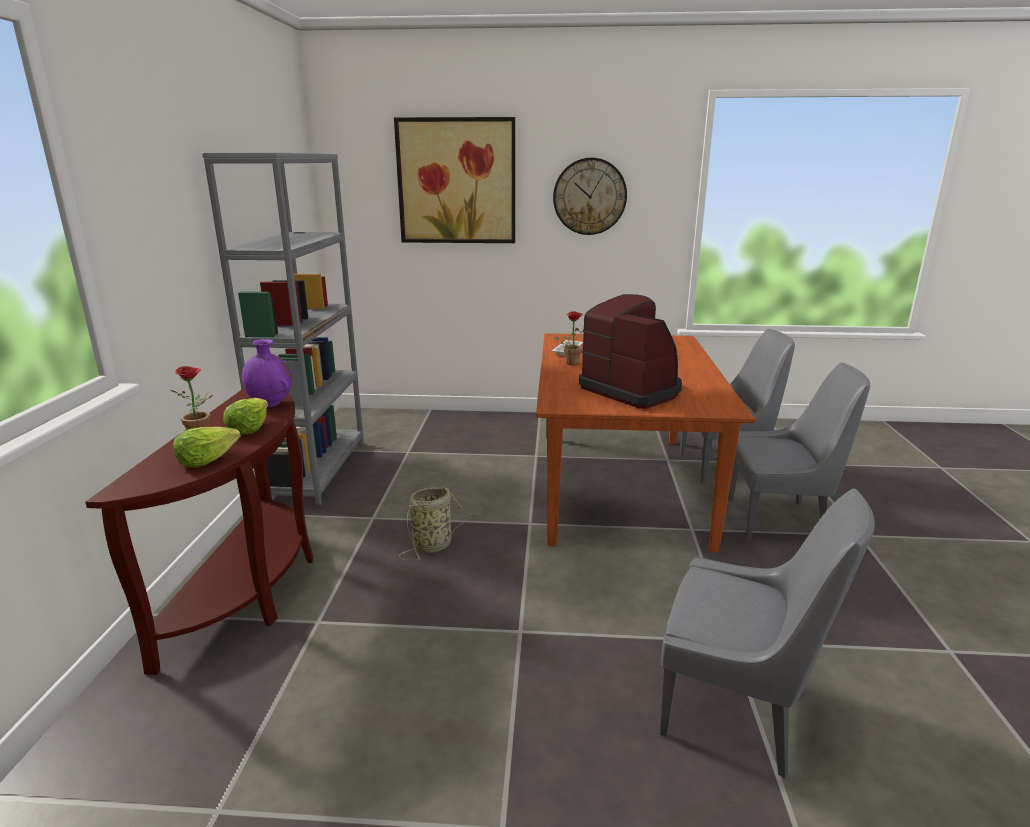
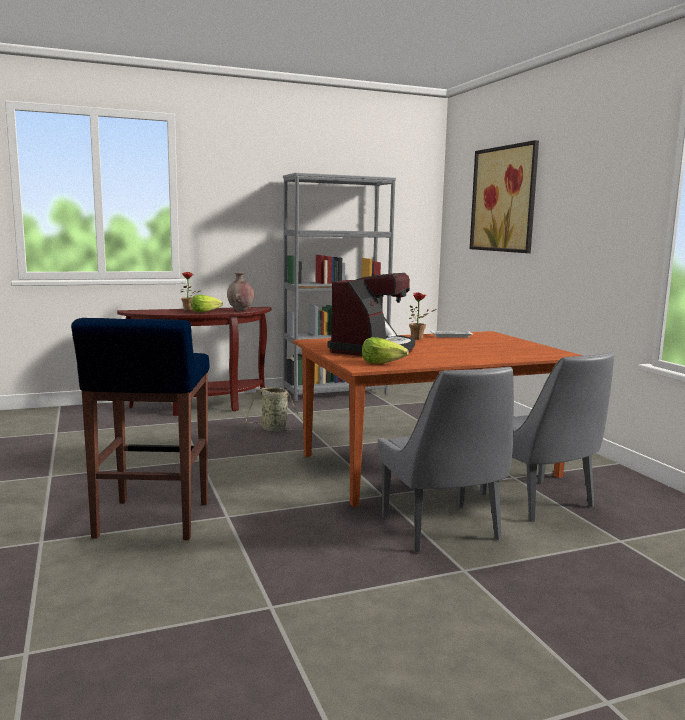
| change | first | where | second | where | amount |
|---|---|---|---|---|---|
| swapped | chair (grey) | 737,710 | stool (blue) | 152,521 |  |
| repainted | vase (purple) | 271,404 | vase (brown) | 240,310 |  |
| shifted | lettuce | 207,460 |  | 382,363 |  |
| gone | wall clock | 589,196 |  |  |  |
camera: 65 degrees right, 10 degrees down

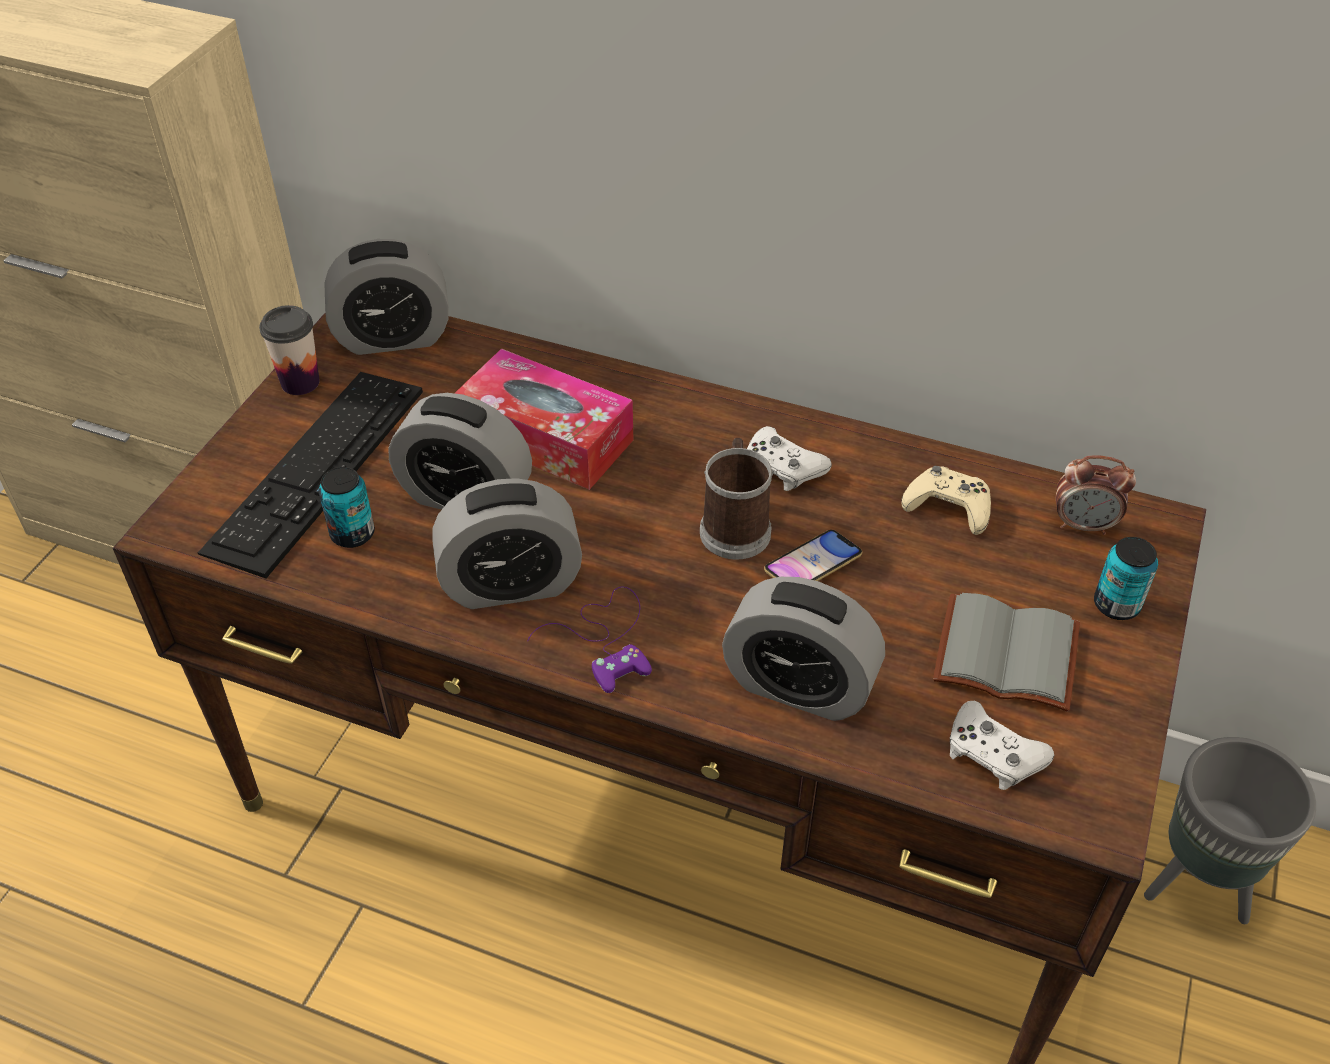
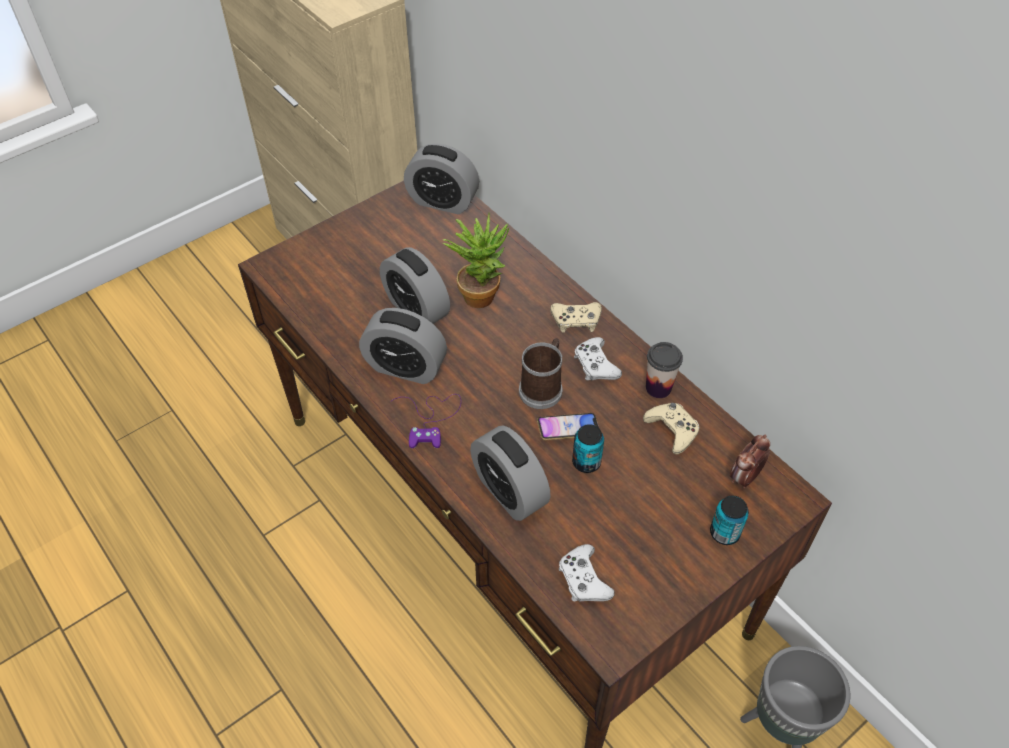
| change | first | where | second | where | amount |
|---|---|---|---|---|---|
| swapped | tissue box | 546,437 | potted plant | 481,292 |  |
| new |  |  | game controller (beige) | 576,320 |  |
| shifted | can | 352,534 |  | 586,462 |  |
| shifted | cup | 300,382 |  | 658,388 |  |
| rotated | alarm clock | 1083,525 |  | 744,477 | 90 degrees clockwise |
| gone | keyboard | 316,468 |  |  |  |
| gone | book (grey) | 1003,657 |  |  |  |
camera: 30 degrees right, 5 degrees up

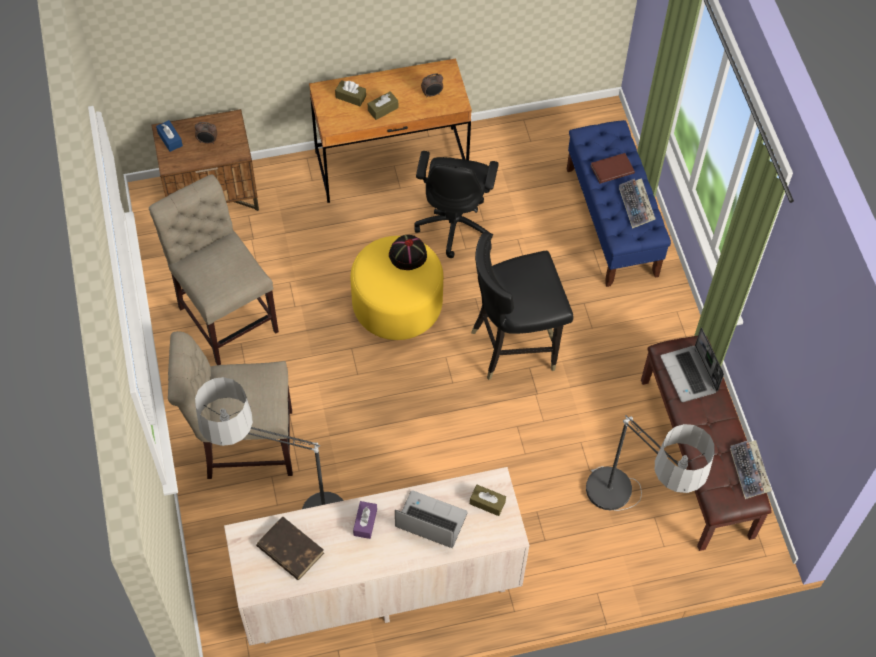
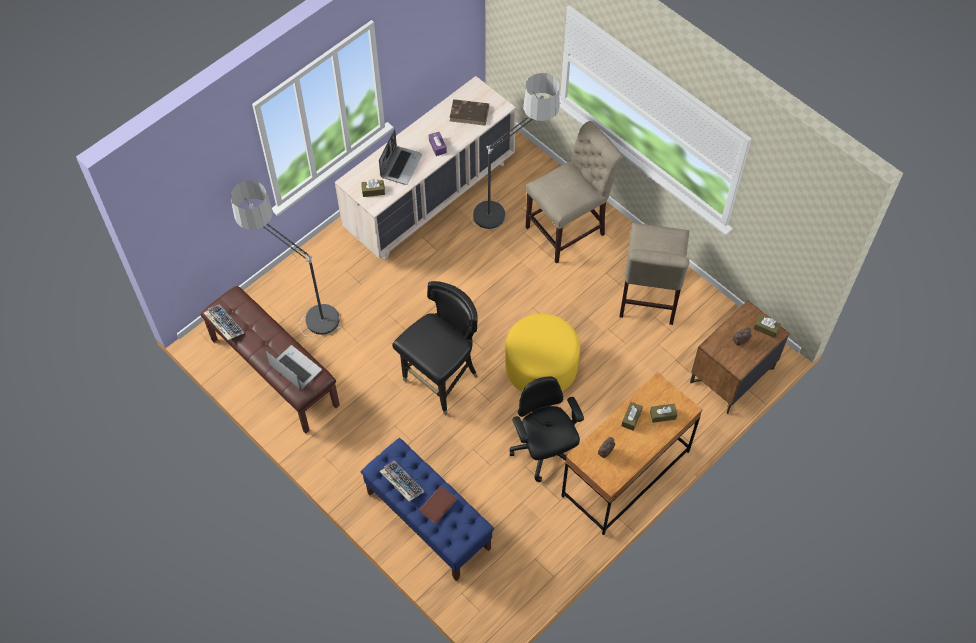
| change | first | where | second | where | amount |
|---|---|---|---|---|---|
| rotated | laptop | 430,521 |  | 401,165 | 60 degrees counterclockwise |
| rotated | chair (beige) | 225,314 |  | 648,298 | 75 degrees clockwise |
| repainted | tissue box (blue) | 170,139 | tissue box (brown) | 766,329 |  |
| gone | hat (black) | 407,255 |  |  |  |
camera: 150 degrees right, 0 degrees up

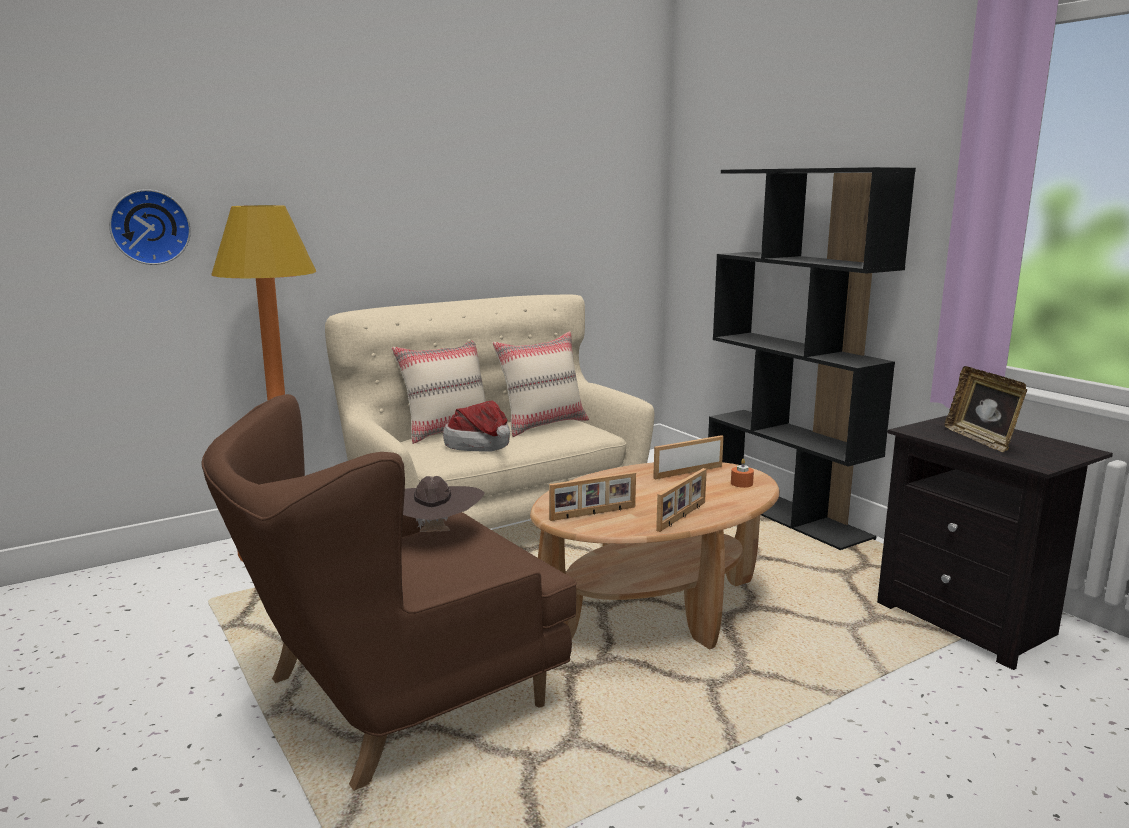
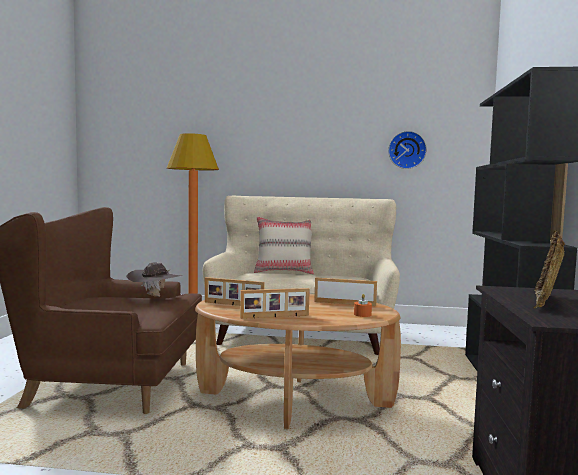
| change | first | where | second | where | amount |
|---|---|---|---|---|---|
| shifted | wall clock | 149,227 |  | 407,150 |  |
| gone | hat | 480,445 |  |  |  |
| gone | pillow (beige) | 543,425 |  |  |  |
camera: 40 degrees right, 10 degrees down

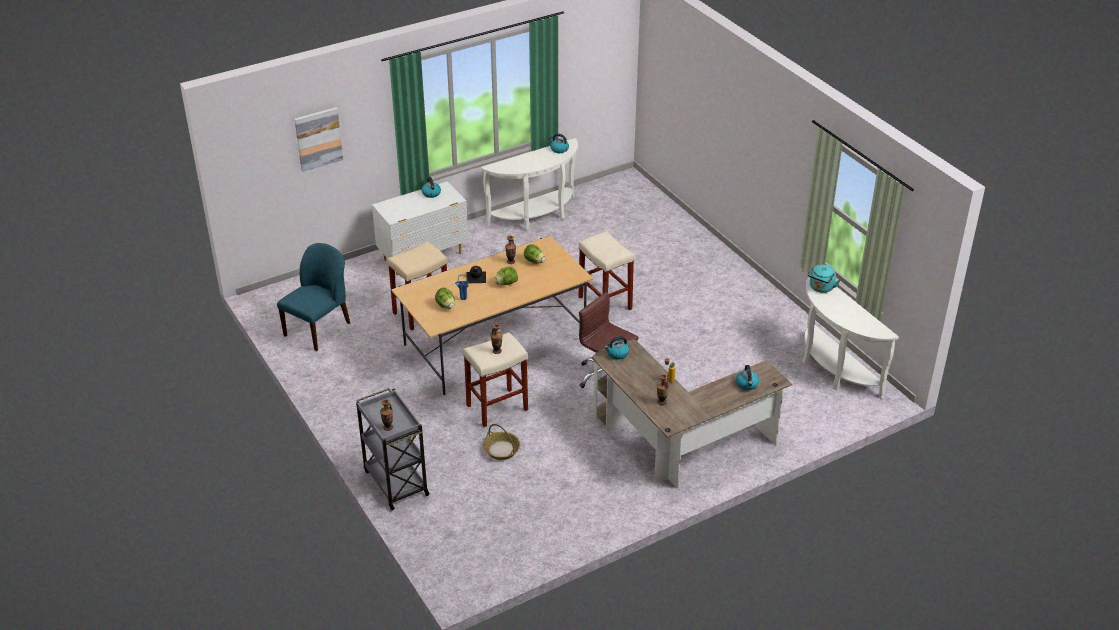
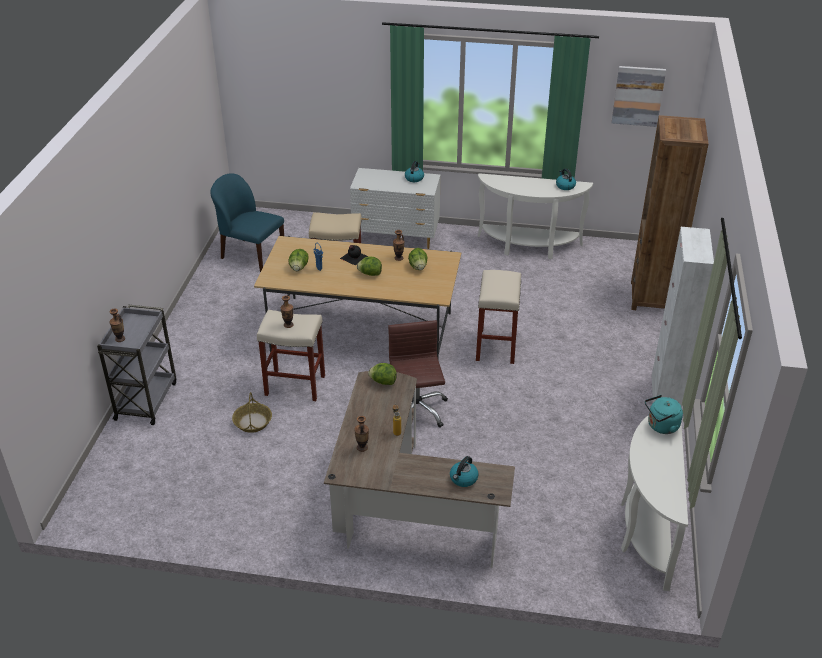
| change | first | where | second | where | amount |
|---|---|---|---|---|---|
| rotated | chair (blue) | 318,329 |  | 251,255 | 135 degrees counterclockwise |
| swapped | kettle | 617,354 | lettuce | 383,382 |  |
| shifted | picture | 318,138 |  | 638,96 |  |
| new |  |  | bookcase (brown) | 652,297 |  |
| new |  |  | cabinet (white) | 665,395 |  |
camera: 40 degrees right, 0 degrees up

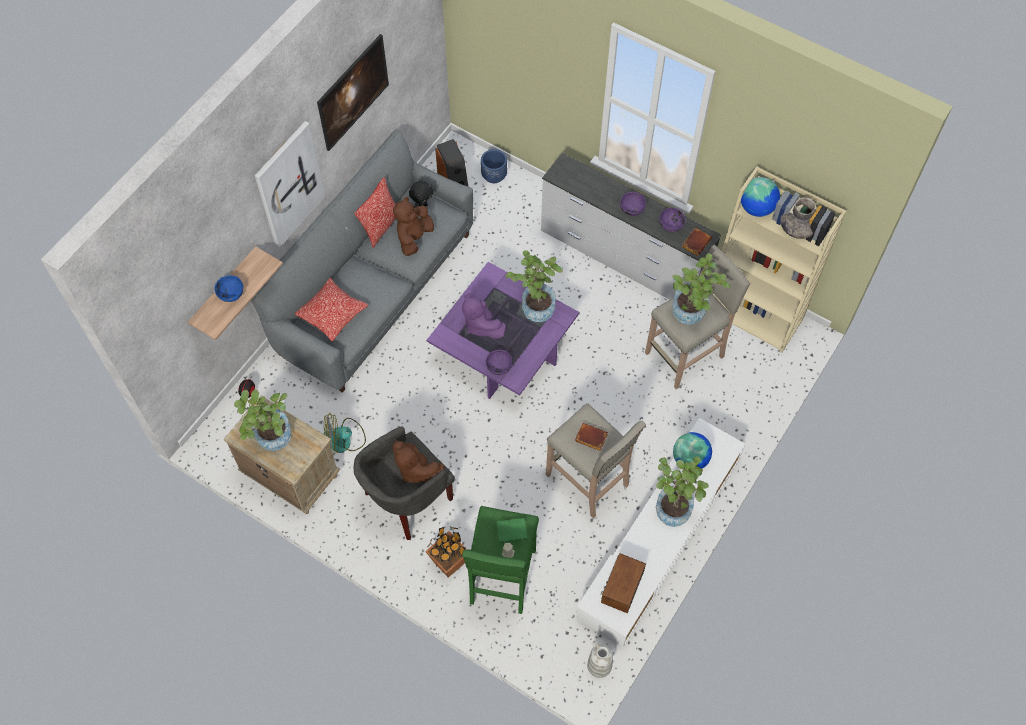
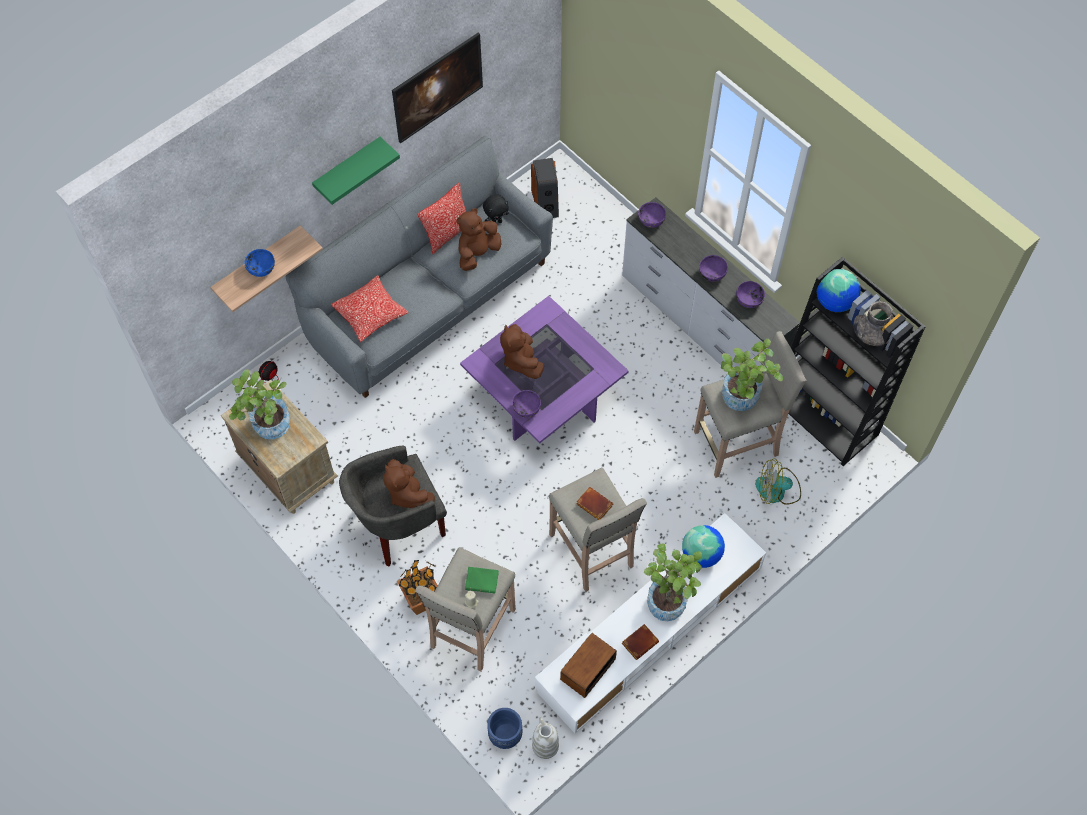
| change | first | where | second | where | amount |
|---|---|---|---|---|---|
| swapped | picture | 289,184 | shelf (green) | 348,169 |  |
| repainted | stool (green) | 501,578 | stool (beige) | 471,629 |  |
| shifted | planter (blue) | 494,176 |  | 505,734 |  |
| repainted | plush toy (purple) | 481,325 | plush toy (brown) | 521,360 |  |
| shifted | book (brown) | 695,242 |  | 640,641 |  |
| new |  |  | bowl (purple) | 651,219 |  |
| shifted | fan | 344,440 |  | 777,490 |  |
| repainted | bookcase (beige) | 754,314 | bookcase (black) | 826,418 |  |
| gone | potted plant | 535,305 |  |  |  |
camera: 15 degrees right, 0 degrees up

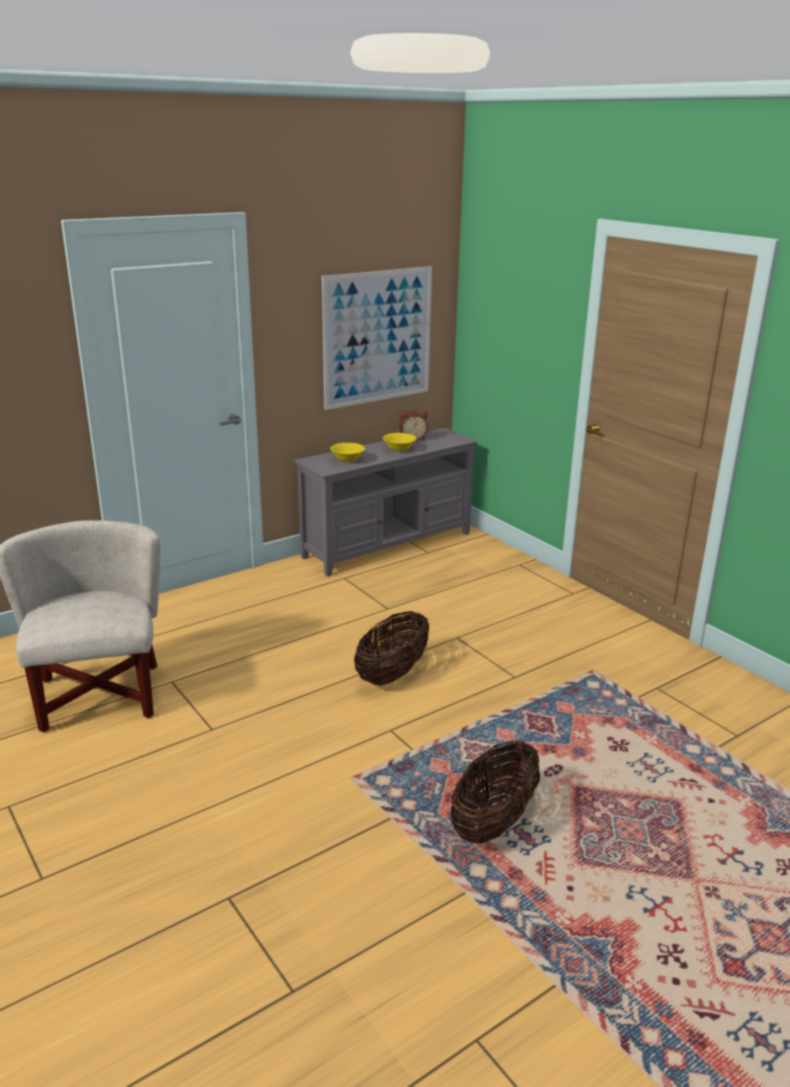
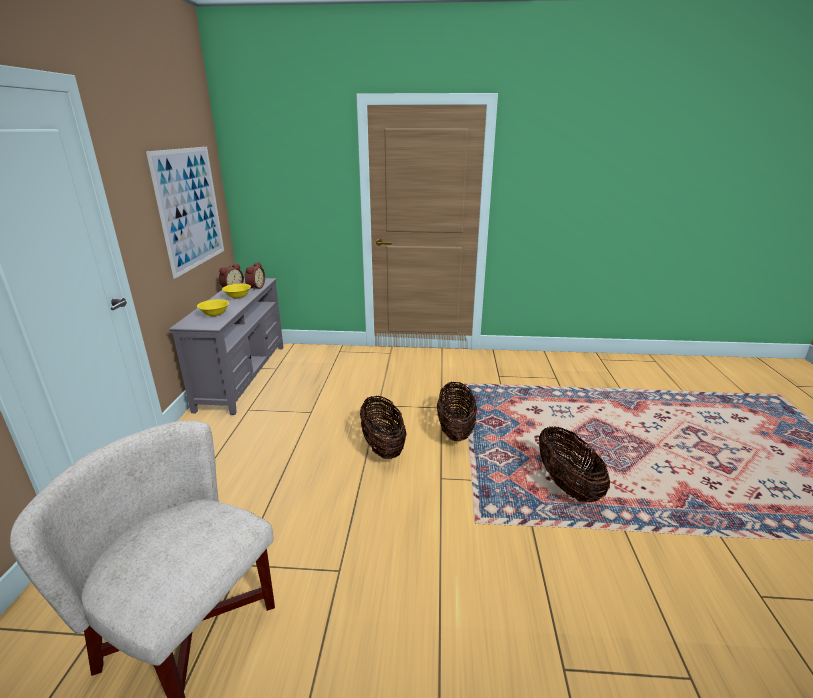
| change | first | where | second | where | amount |
|---|---|---|---|---|---|
| new |  |  | alarm clock | 255,287 |  |
| new |  |  | basket | 455,430 |  |
camera: 50 degrees left, 0 degrees up

